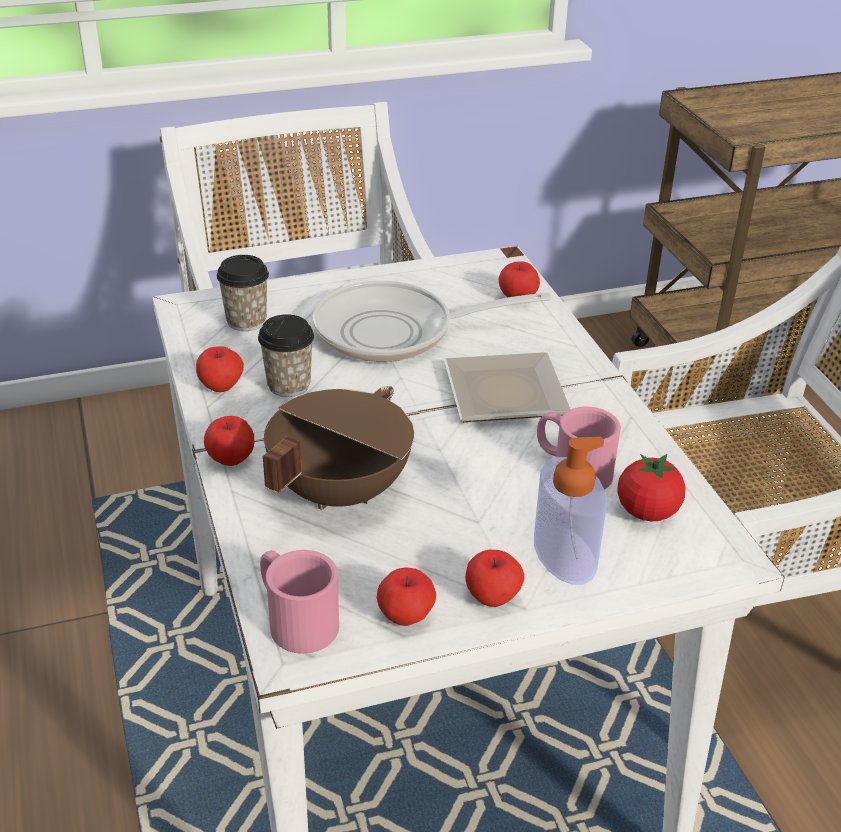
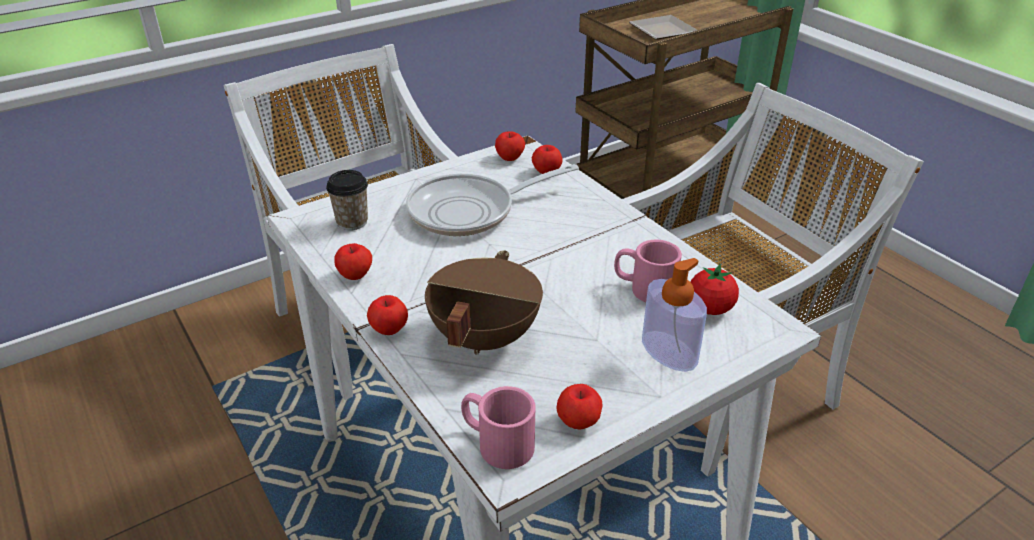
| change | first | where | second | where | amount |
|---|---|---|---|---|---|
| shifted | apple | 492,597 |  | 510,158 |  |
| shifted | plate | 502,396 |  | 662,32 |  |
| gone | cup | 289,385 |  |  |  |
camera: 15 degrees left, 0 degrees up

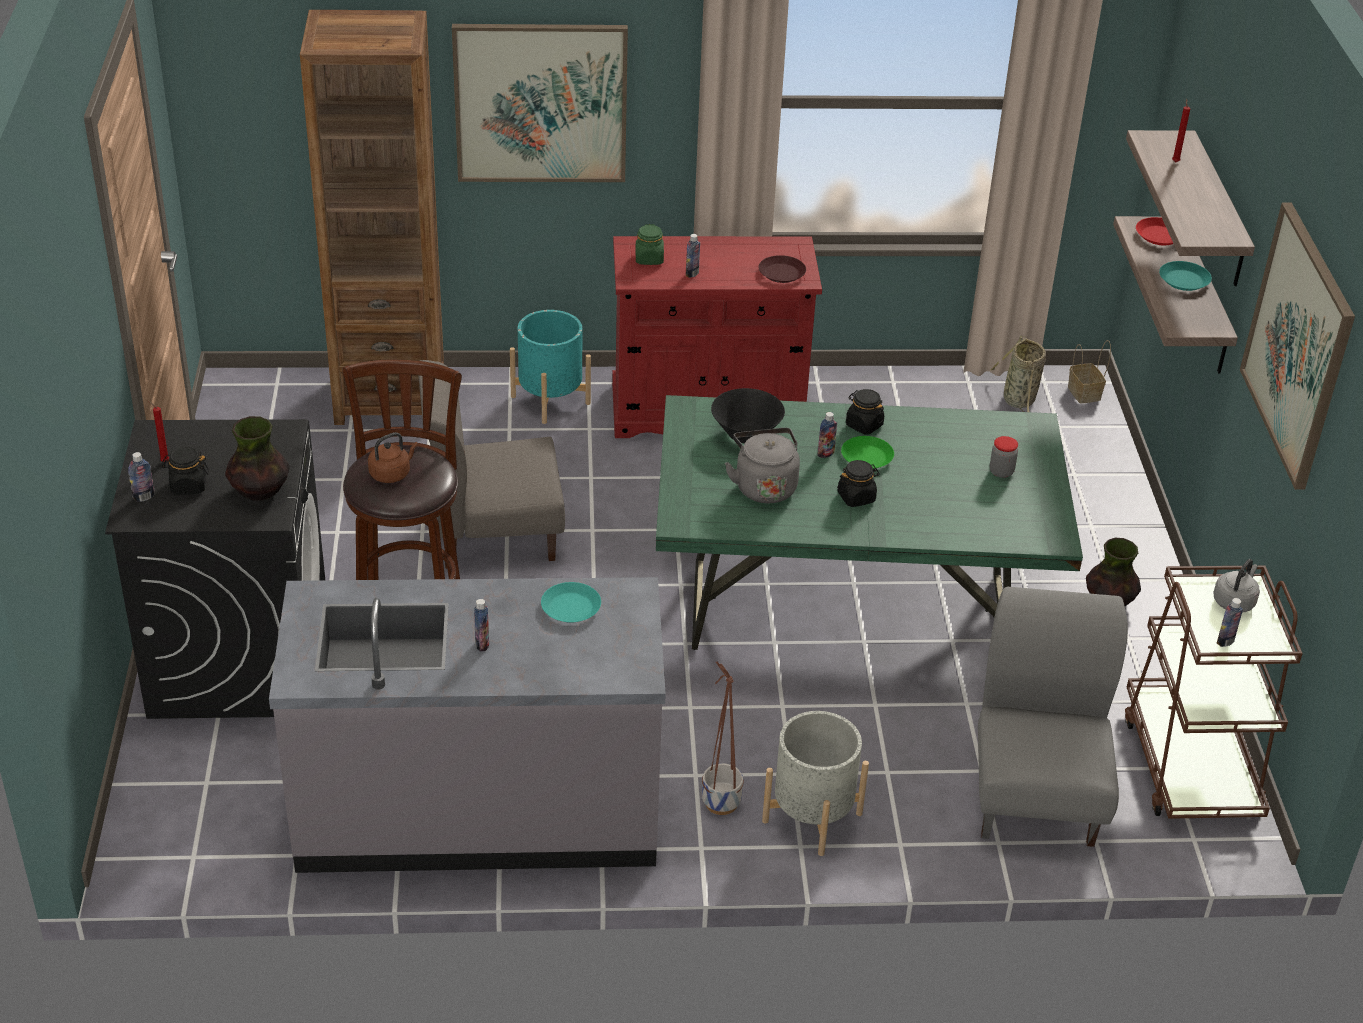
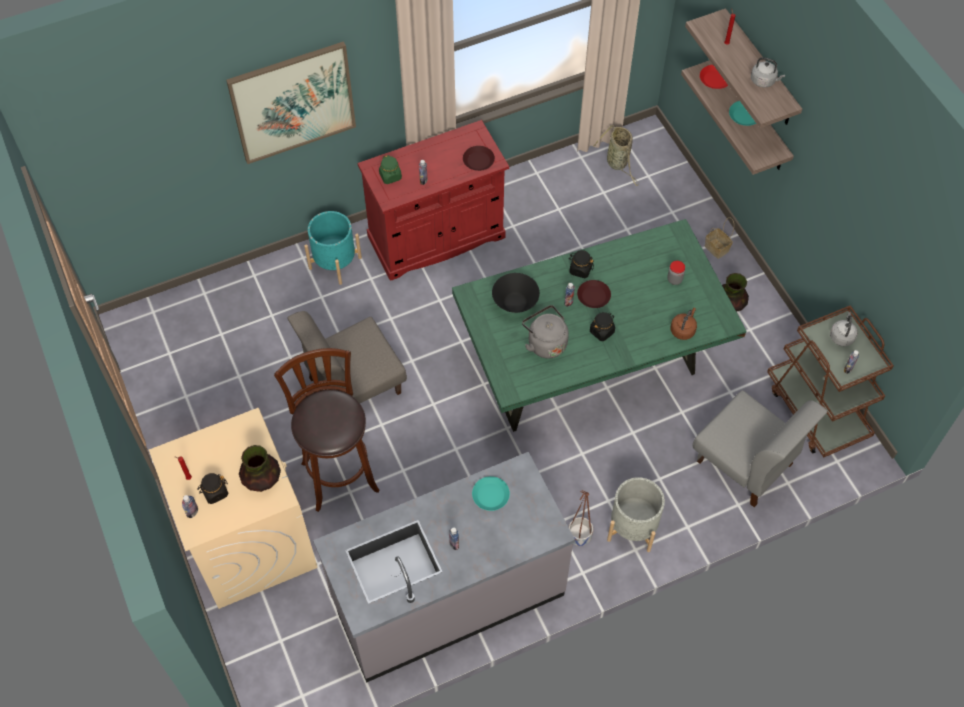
| change | first | where | second | where | amount |
|---|---|---|---|---|---|
| repainted | washing machine (black) | 239,657 | washing machine (beige) | 249,540 |  |
| repainted | plate (green) | 866,457 | plate (brown) | 593,296 |  |
| shifted | kettle (brown) | 392,474 |  | 683,330 |  |
| rotated | chair (grey) | 1036,795 |  | 744,463 | 150 degrees clockwise |
| shifted | basket | 1085,394 |  | 717,248 |  |
| new |  |  | kettle (grey) | 764,81 |  |
| gone | bookcase (brown) | 390,398 |  |  |  |
| gone | picture | 1298,344 |  |  |  |
camera: 20 degrees left, 20 degrees up

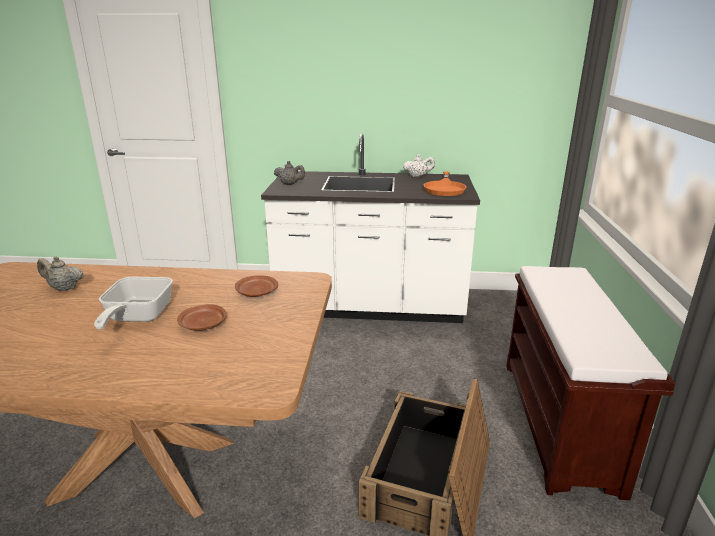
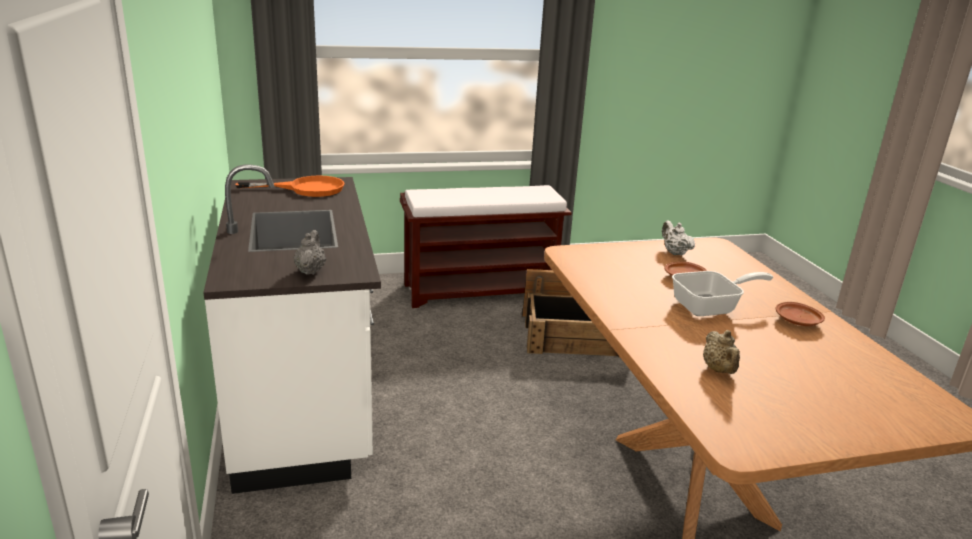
| change | first | where | second | where | amount |
|---|---|---|---|---|---|
| shifted | teapot (white) | 418,176 |  | 674,252 |  |
| shifted | plate (brown) | 256,292 |  | 797,321 |  |
camera: 110 degrees left, 0 degrees up

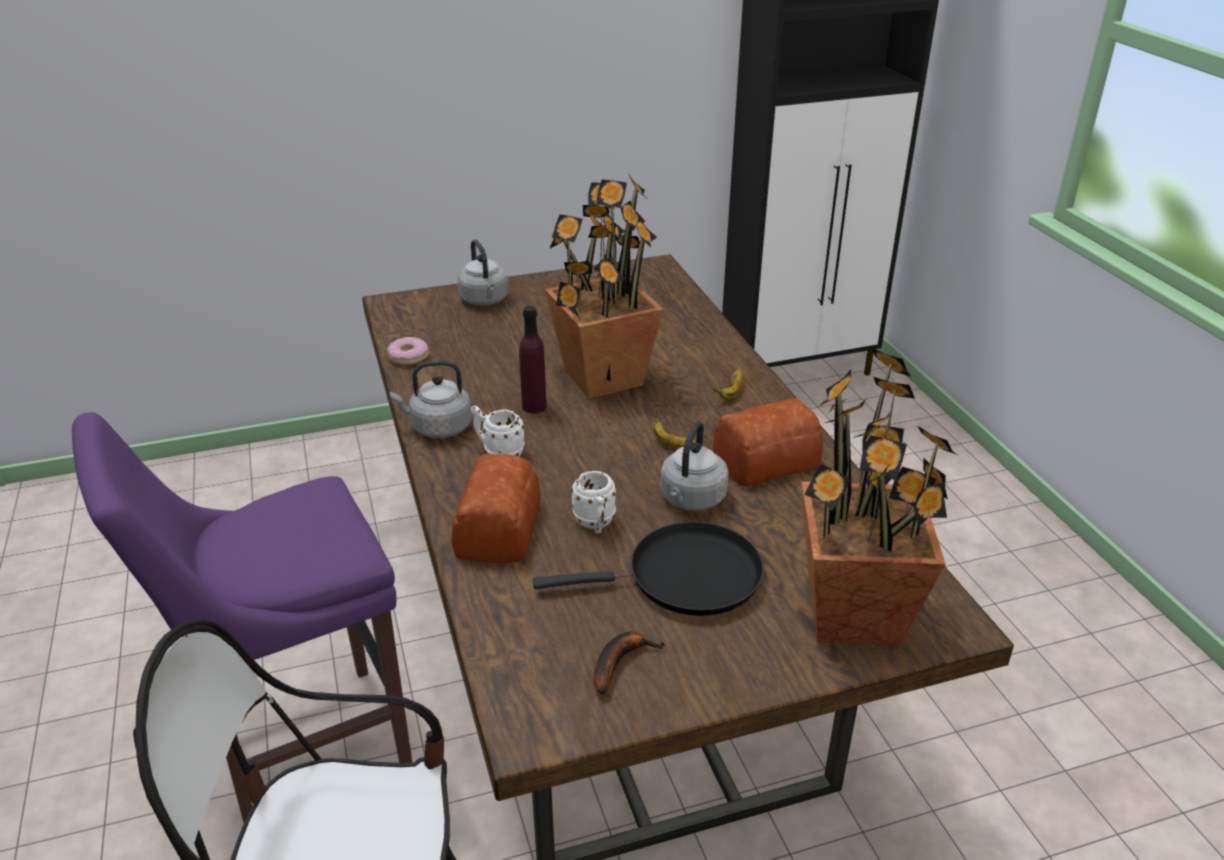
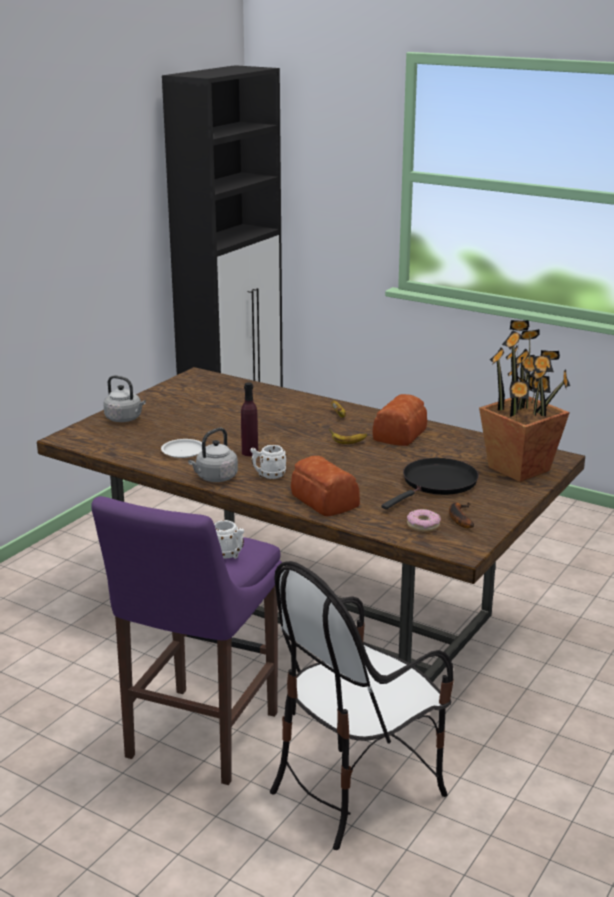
| change | first | where | second | where | amount |
|---|---|---|---|---|---|
| new |  |  | plate (white) | 183,451 |  |
| shifted | mug (white) | 595,524 |  | 229,555 |  |
| shifted | donut | 408,357 |  | 423,525 |  |
| gone | potted plant | 602,377 |  |  |  |
| gone | kettle (grey) | 691,500 |  |  |  |
camera: 40 degrees left, 10 degrees down

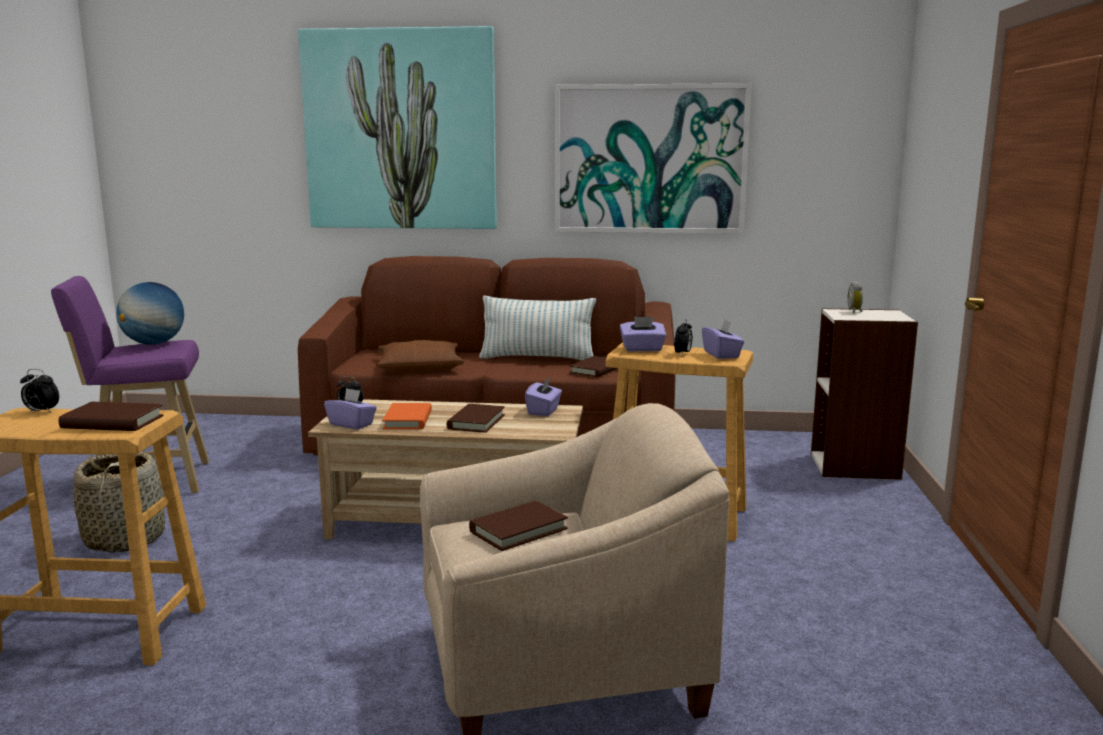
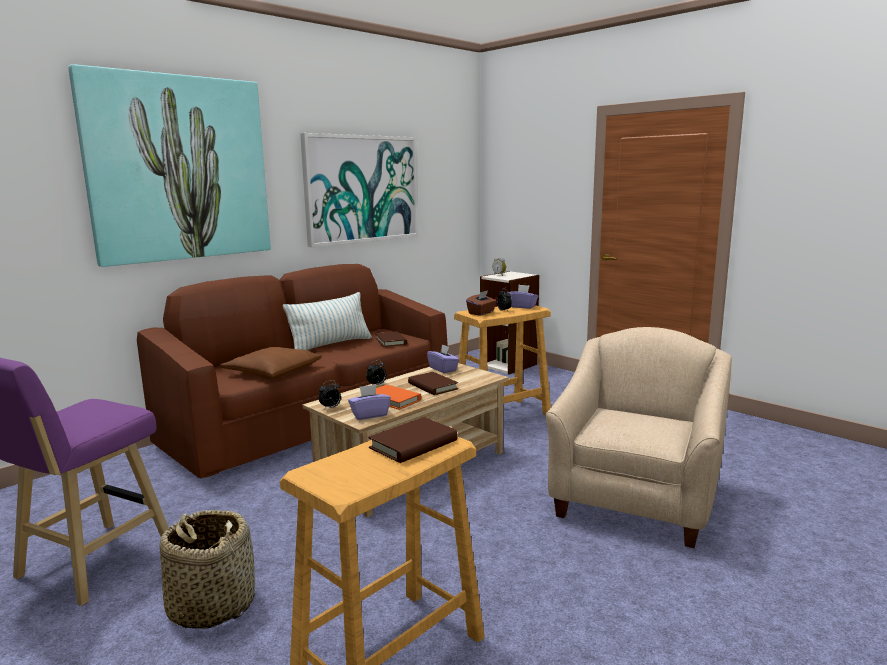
| change | first | where | second | where | amount |
|---|---|---|---|---|---|
| shifted | alarm clock | 41,412 |  | 377,385 |  |
| repainted | tissue box (purple) | 642,349 | tissue box (brown) | 481,313 |  |
| gone | globe | 154,343 |  |  |  |
| gone | book (brown) | 518,530 |  |  |  |
camera: 50 degrees left, 0 degrees up

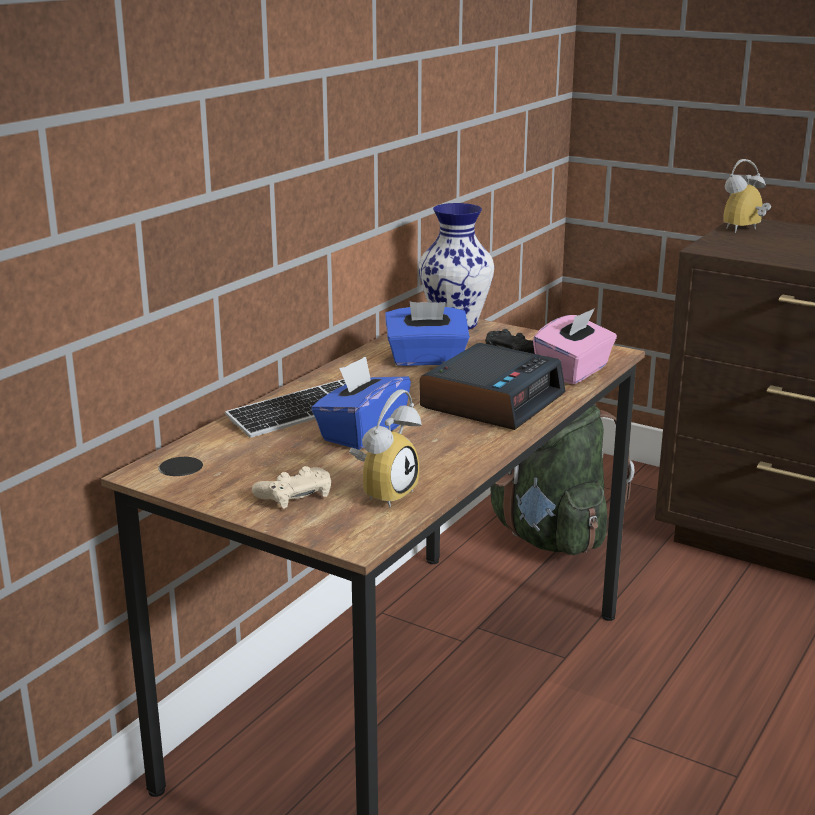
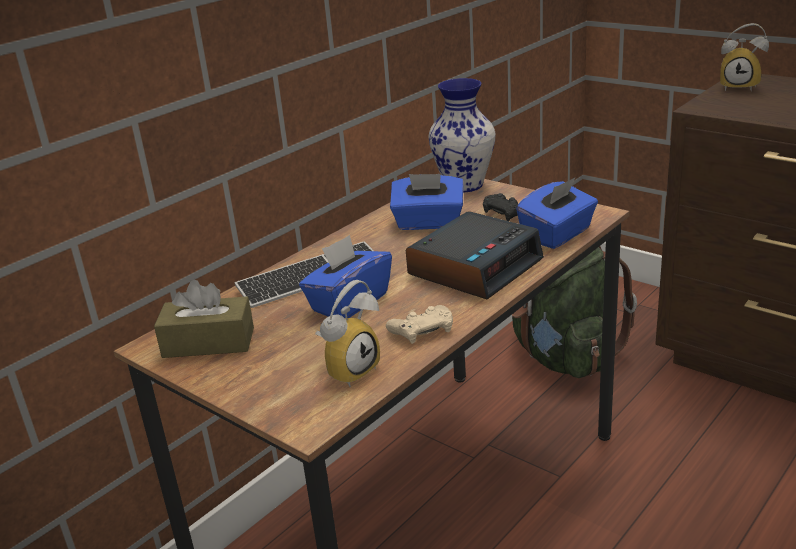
| change | first | where | second | where | amount |
|---|---|---|---|---|---|
| new |  |  | tissue box (brown) | 208,342 |  |
| shifted | game controller (beige) | 295,495 |  | 422,330 |  |
| repainted | tissue box (pink) | 574,372 | tissue box (blue) | 557,235 |  |
| rotated | alarm clock | 745,230 |  | 740,87 | 135 degrees counterclockwise |
camera: 10 degrees right, 5 degrees up

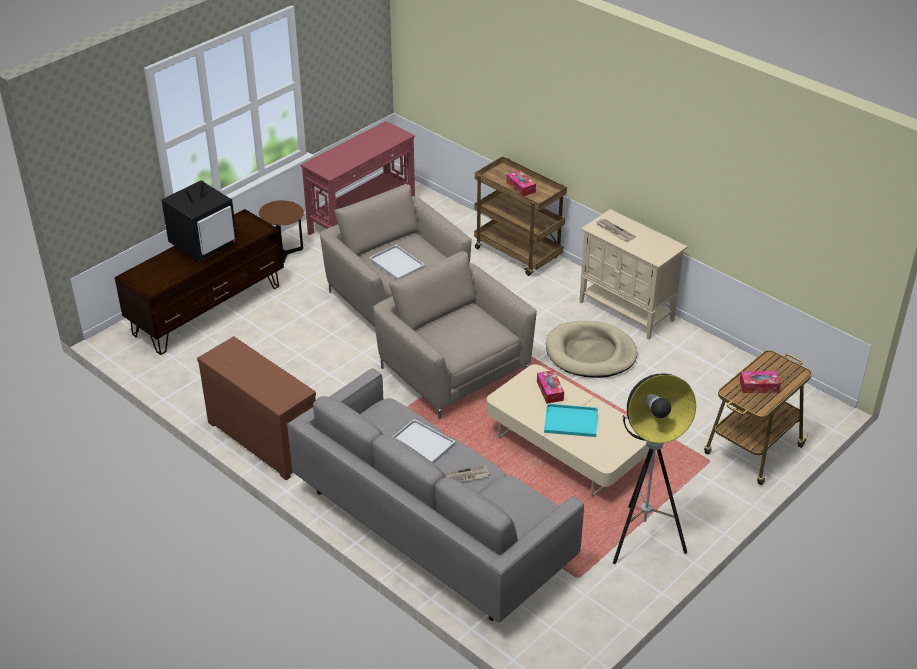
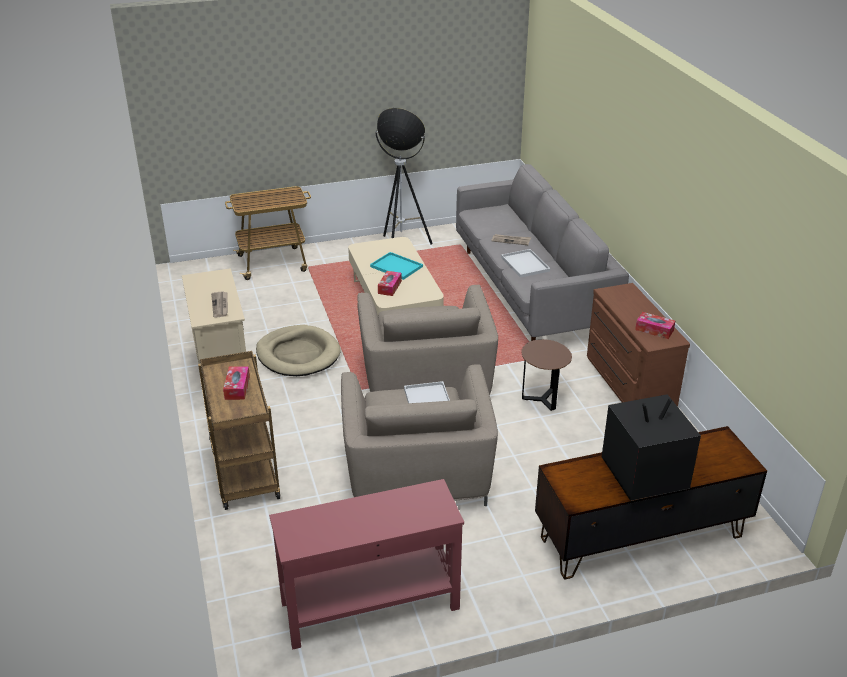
| change | first | where | second | where | amount |
|---|---|---|---|---|---|
| shifted | side table (brown) | 285,253 |  | 542,400 |  |
| shifted | tissue box | 759,386 |  | 654,330 |  |
camera: 150 degrees left, 5 degrees down

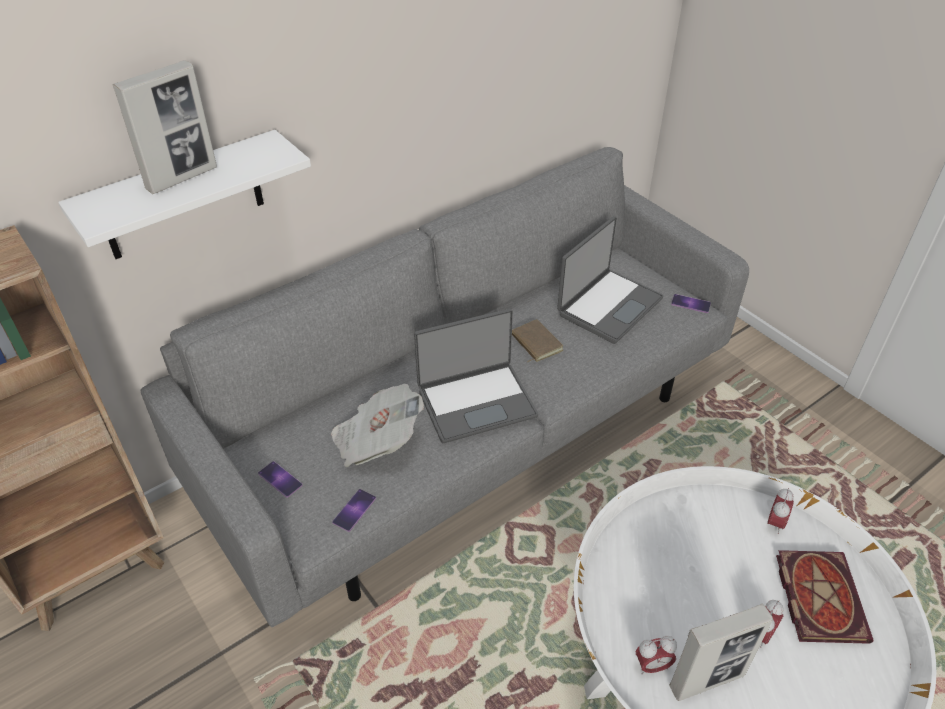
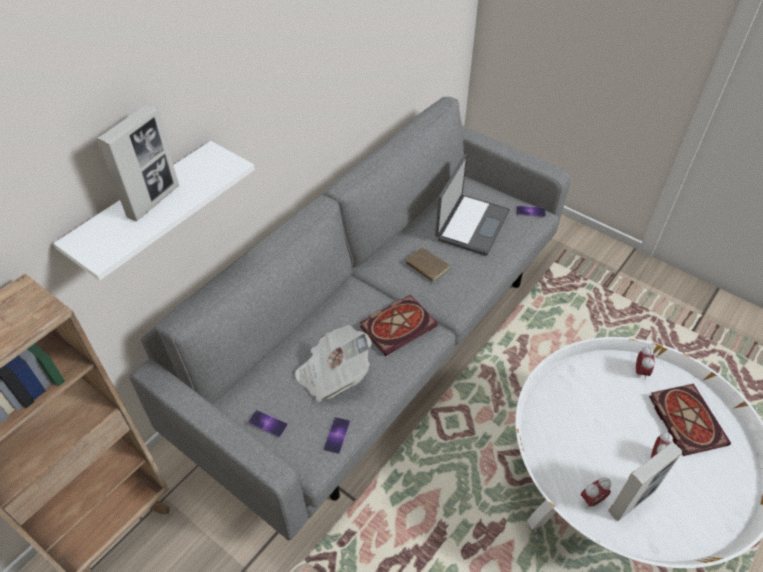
| change | first | where | second | where | amount |
|---|---|---|---|---|---|
| swapped | laptop | 476,402 | book | 399,325 |  |
camera: 15 degrees left, 5 degrees up

